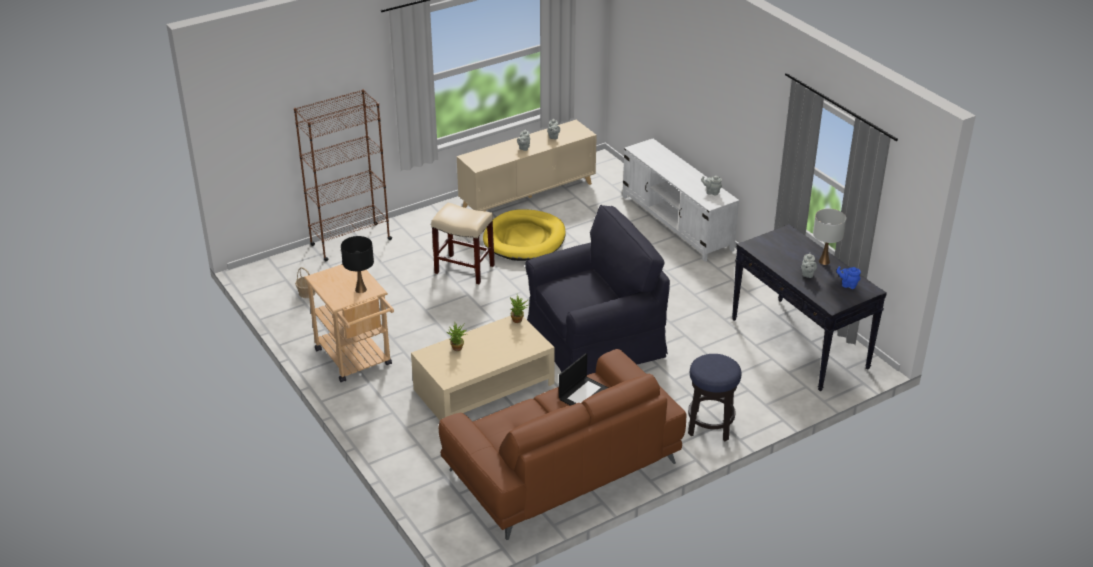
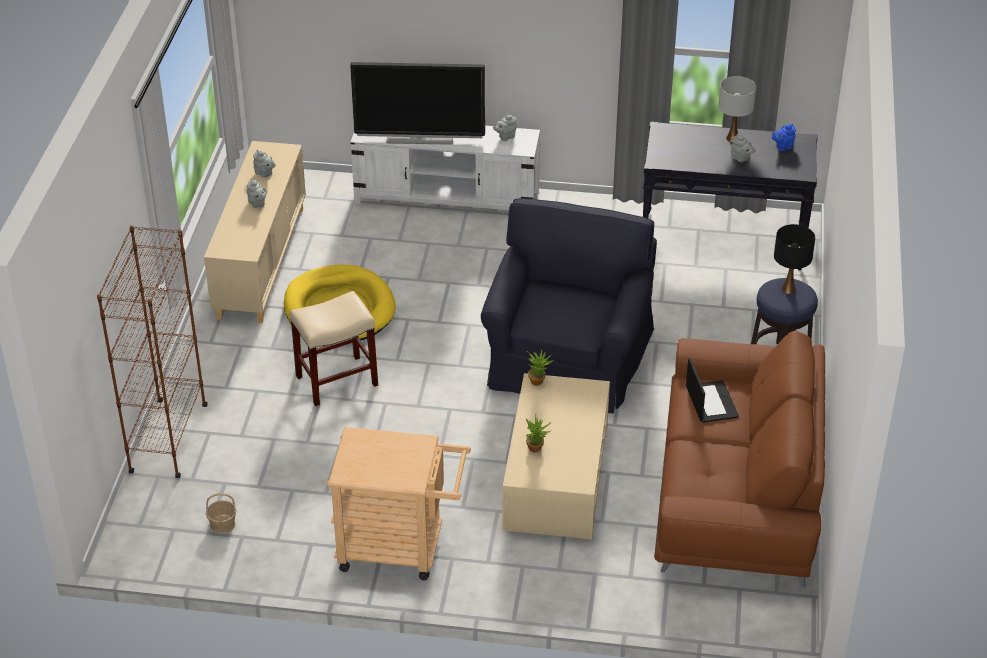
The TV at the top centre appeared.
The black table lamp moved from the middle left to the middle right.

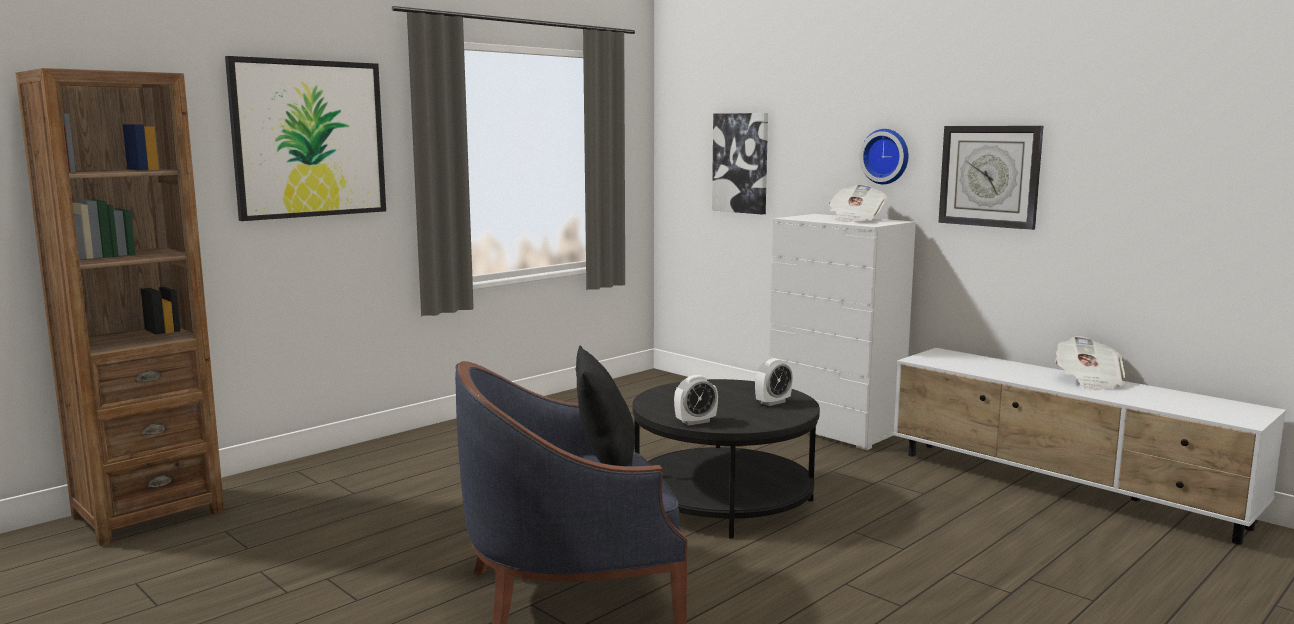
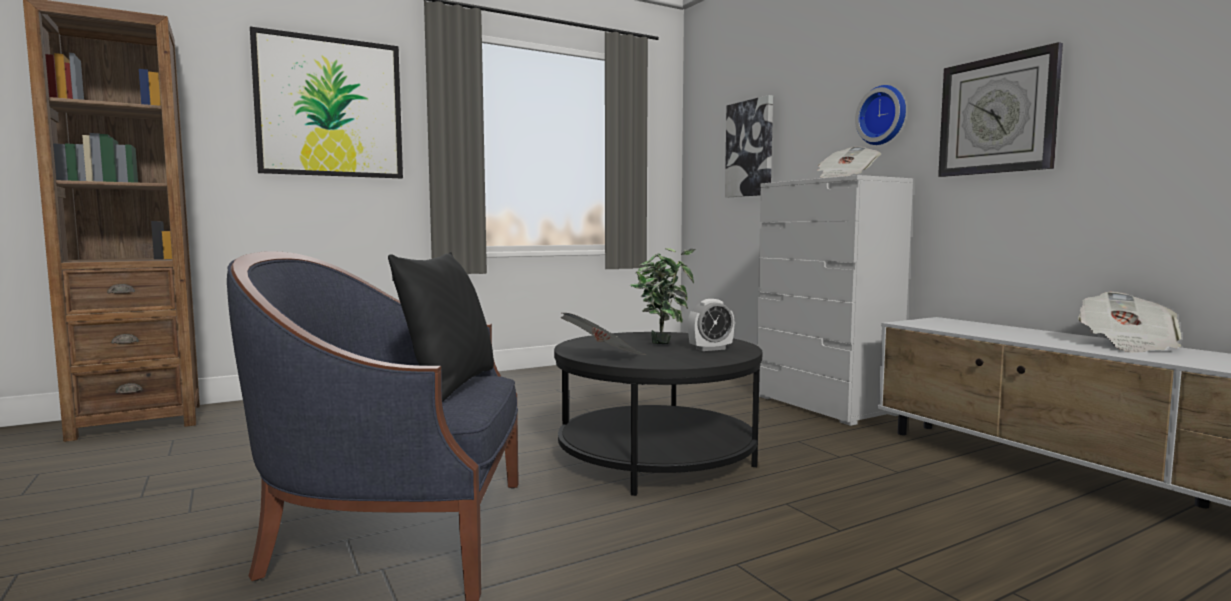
The plant in a pot at the centre appeared.
The table clock (no. 1 from left) at the centre was replaced by the printed paper (no. 1 from left) at the centre.

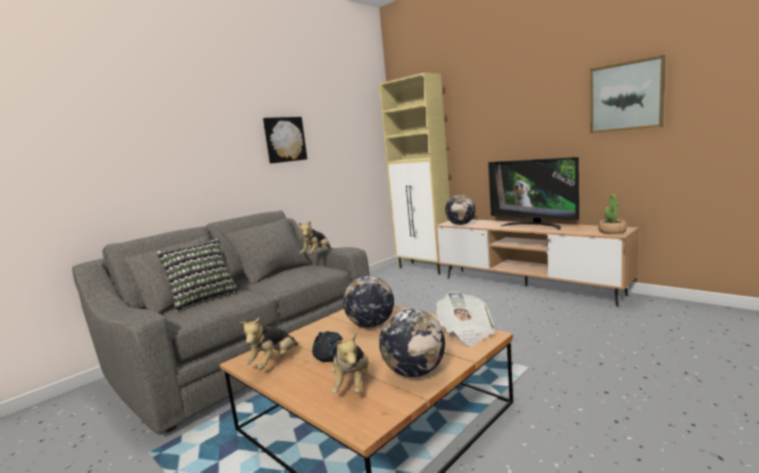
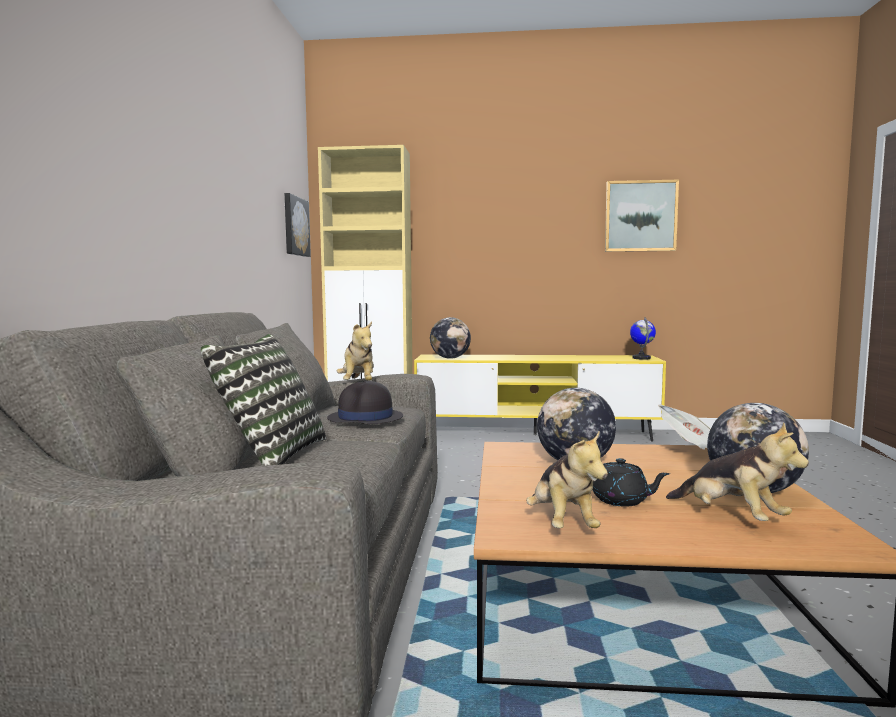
The TV at the middle right disappeared.
The black clothing hat at the centre appeared.
The wall art (no. 1 from left) moved from the top centre to the top left.
The plant in a pot at the middle right was replaced by the world globe (no. 3 from left) at the middle right.
The brown-coloured media console at the middle right became the yellow-coloured media console at the centre.

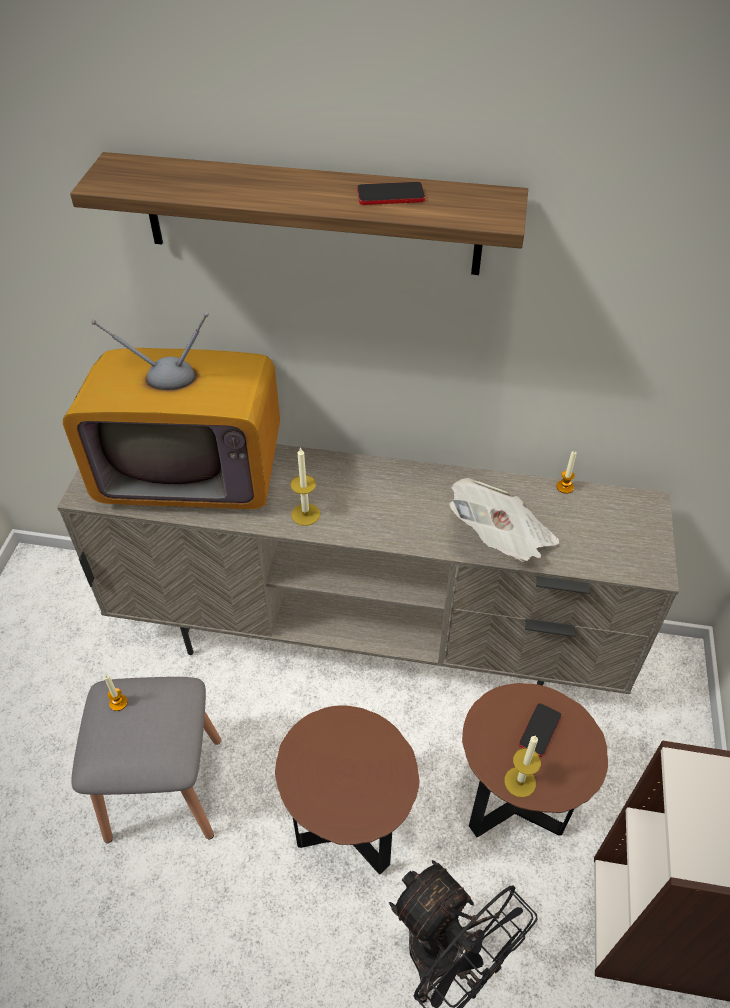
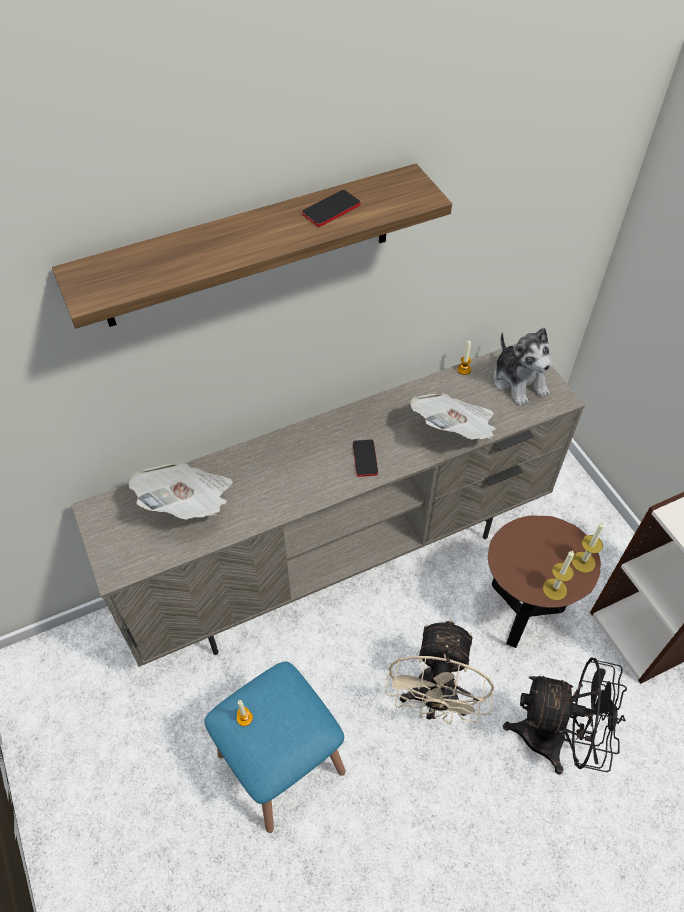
The plush toy at the middle right appeared.
The wax candle (no. 2 from left in the first image) moved from the centre to the middle right.
The phone (no. 2 from left) moved from the bottom right to the centre.
The TV at the middle left was replaced by the printed paper (no. 1 from left) at the middle left.
The brown-coloured end table (no. 1 from left) at the bottom centre was replaced by the beige-coloured electric fan at the bottom centre.
The grey sitting stool at the bottom left became the blue sitting stool at the bottom centre.

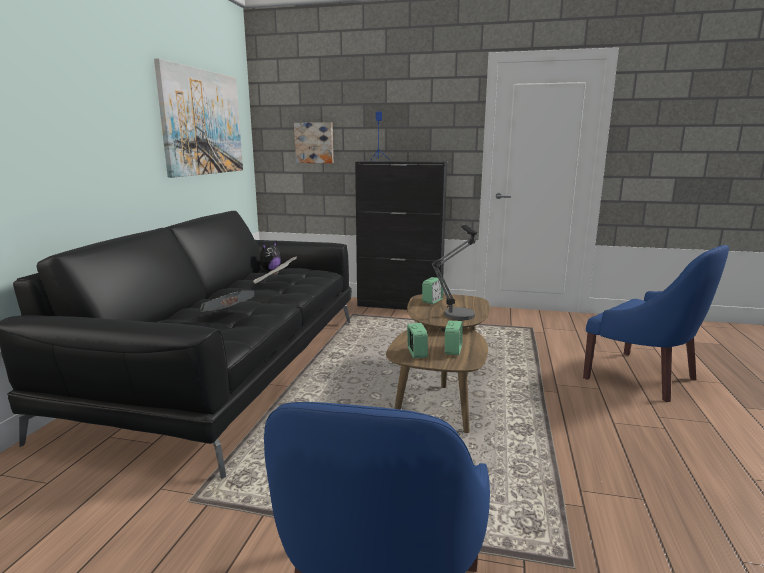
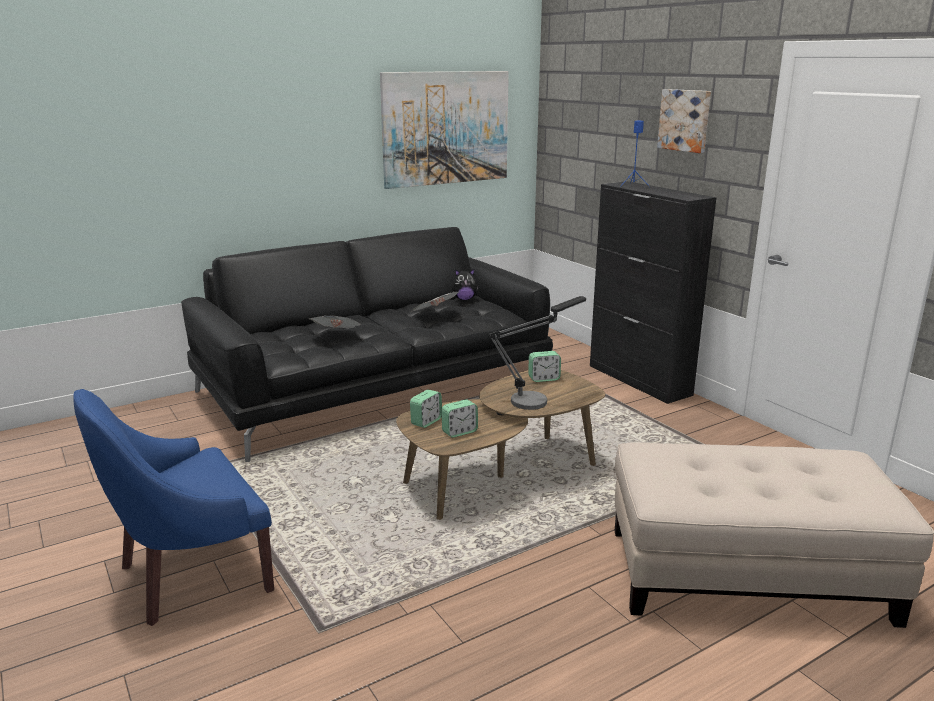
The wall art (no. 2 from left) moved from the top centre to the top right.
The blue lounge chair (no. 2 from left) at the middle right was replaced by the beige-coloured pouffe at the bottom right.

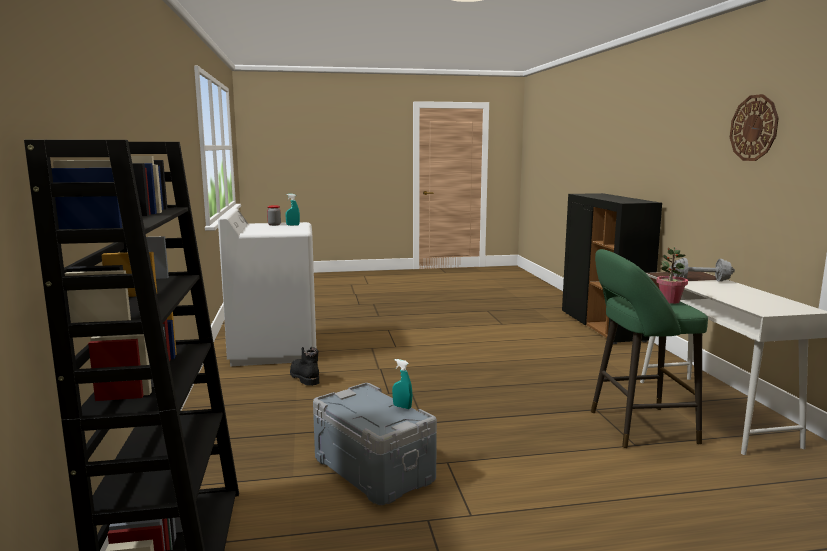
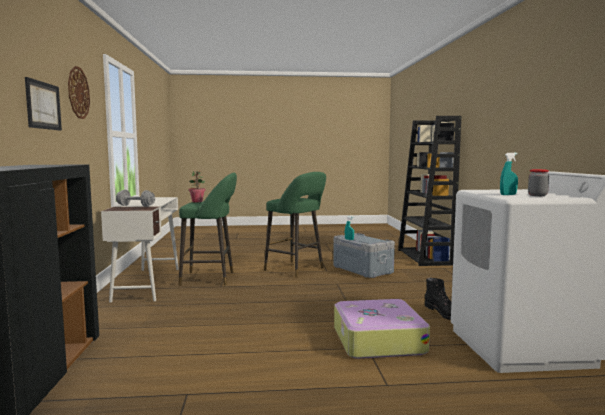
The wall art at the top left appeared.
The green sitting stool (no. 2 from left) at the centre appeared.
The suitcase at the bottom centre appeared.

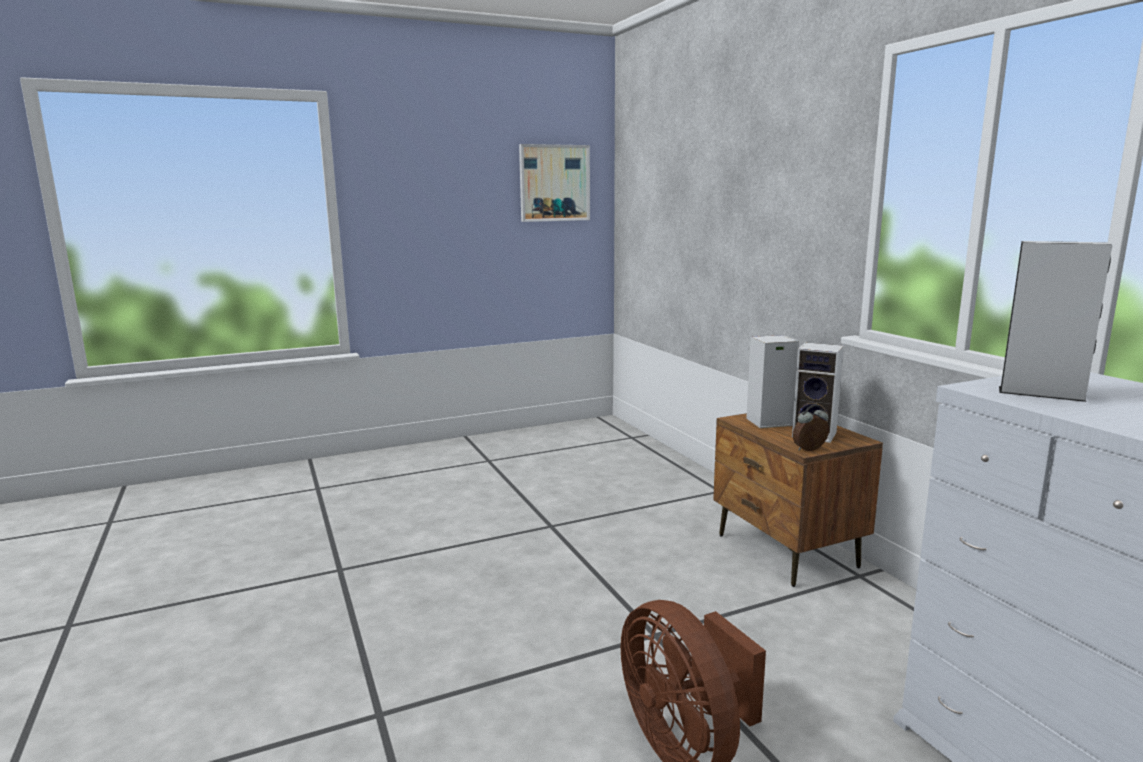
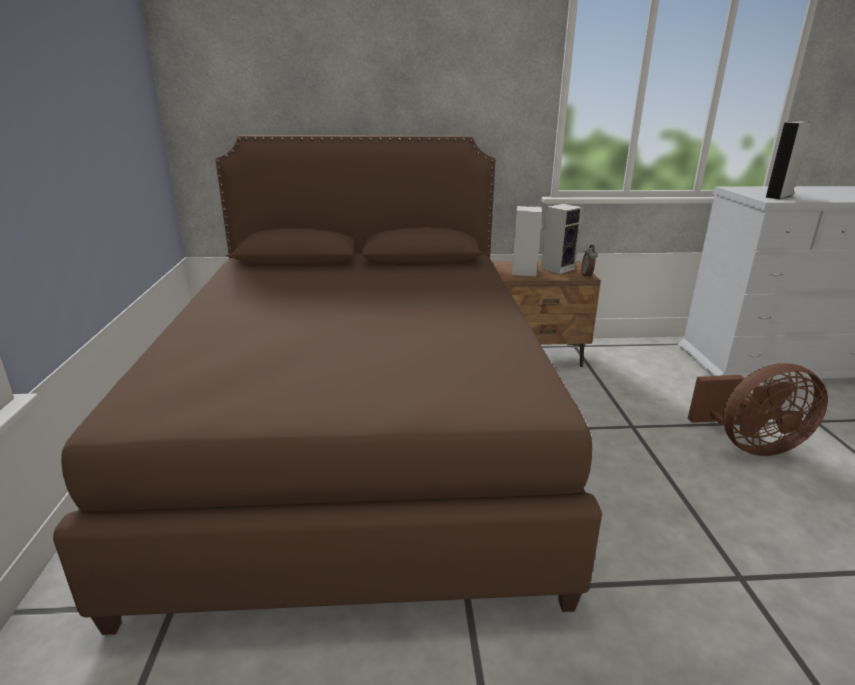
The wall art at the top centre disappeared.
The brown-coloured bedroom bed at the centre appeared.

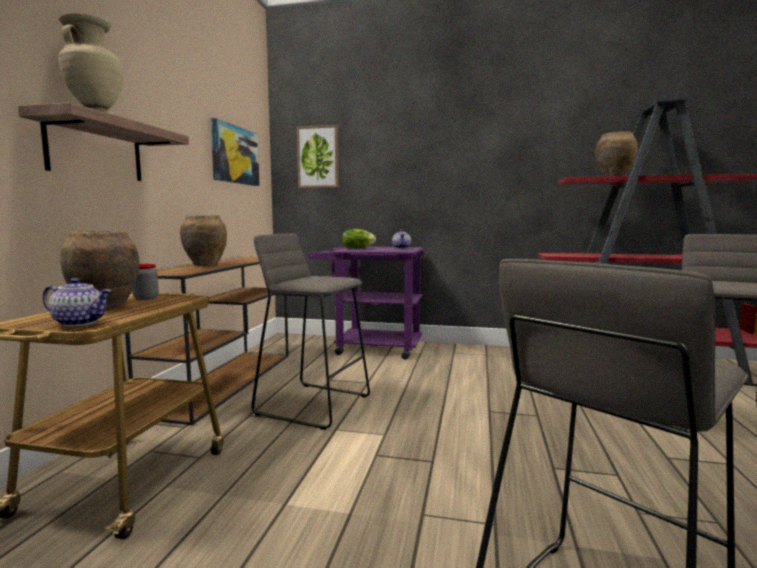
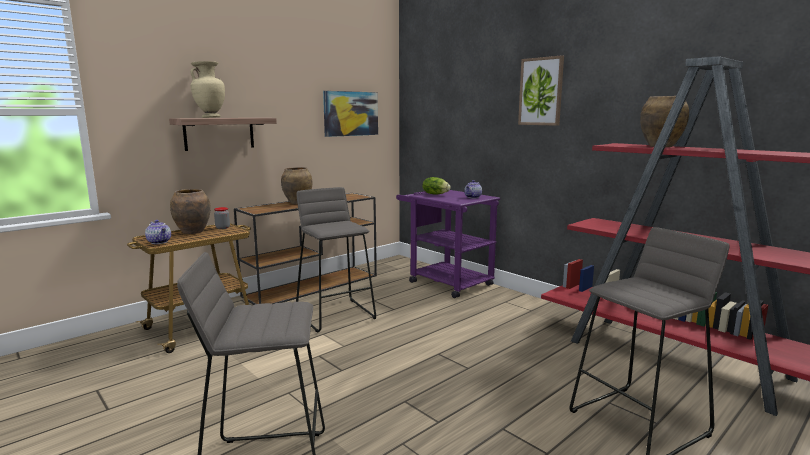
The wall art (no. 2 from left) moved from the top centre to the top right.

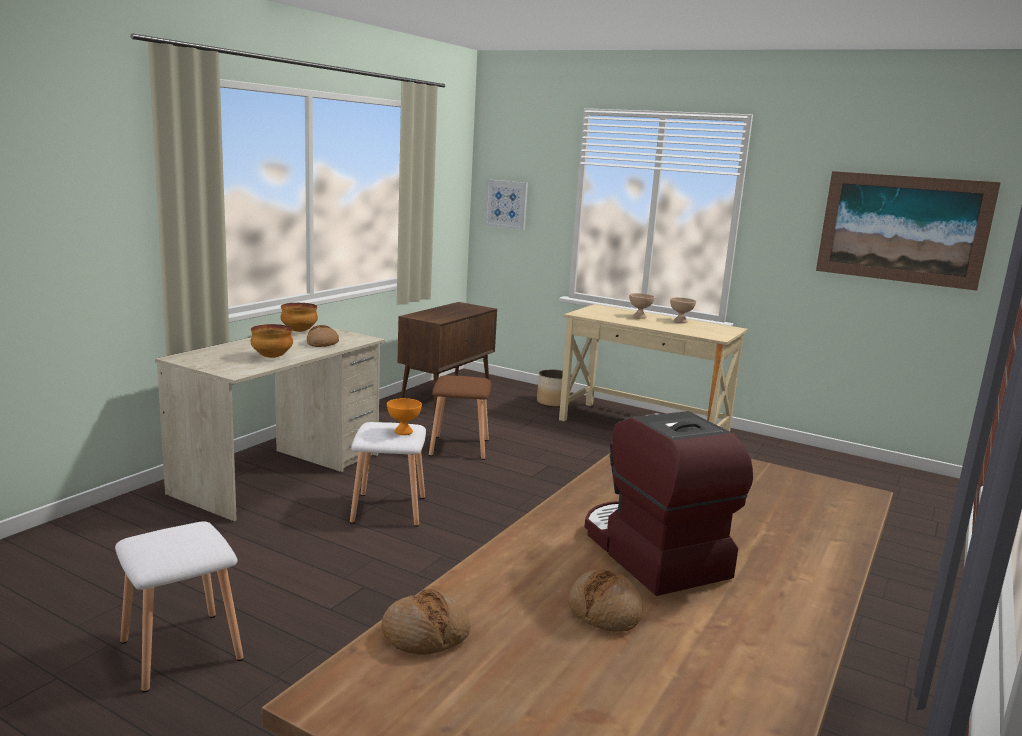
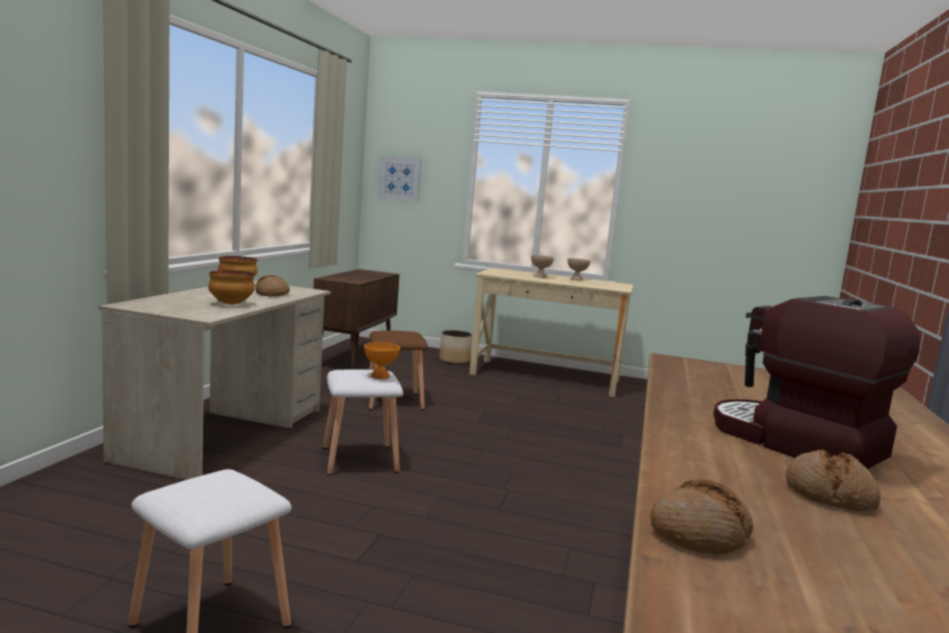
The wall art (no. 2 from left) at the top right disappeared.

